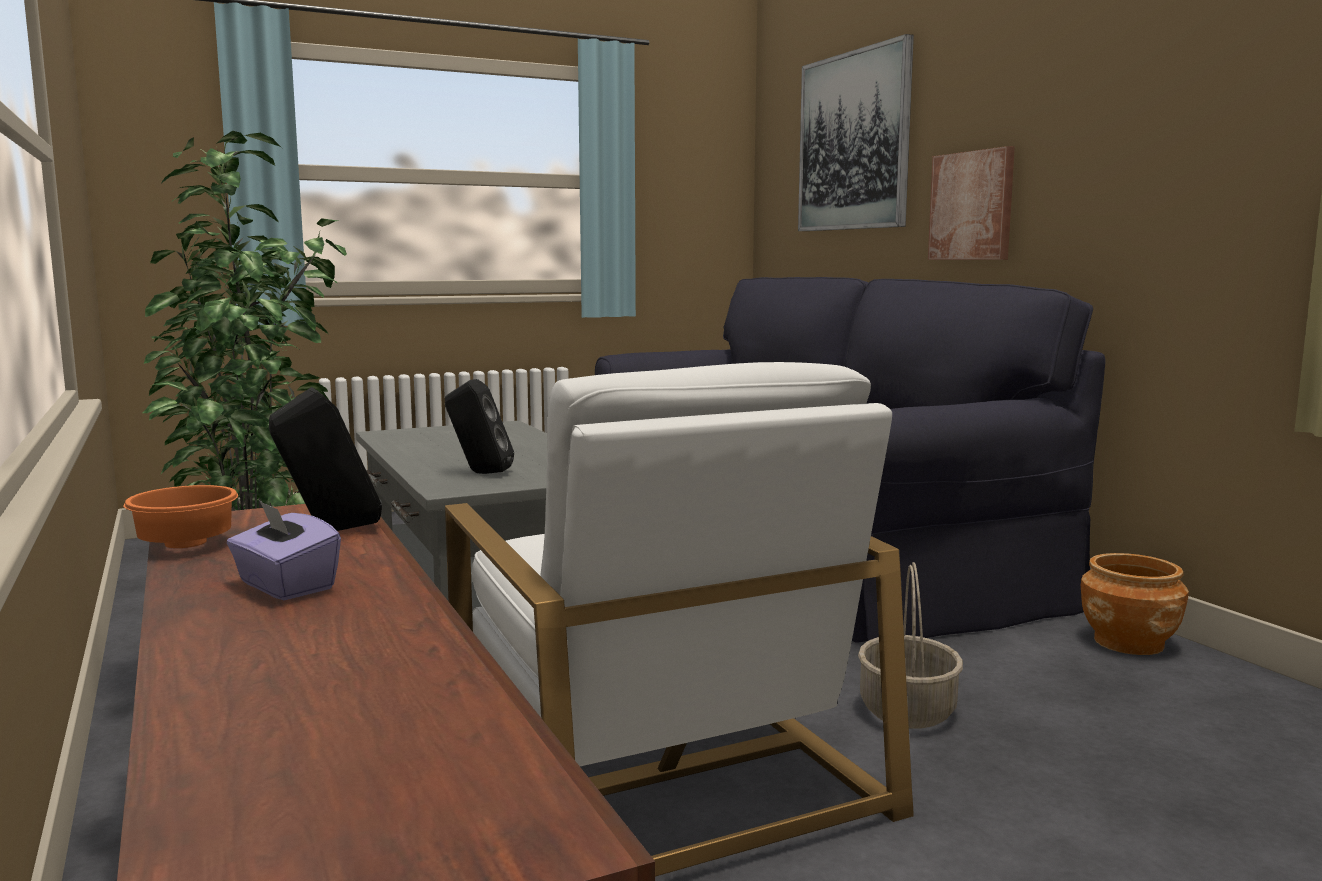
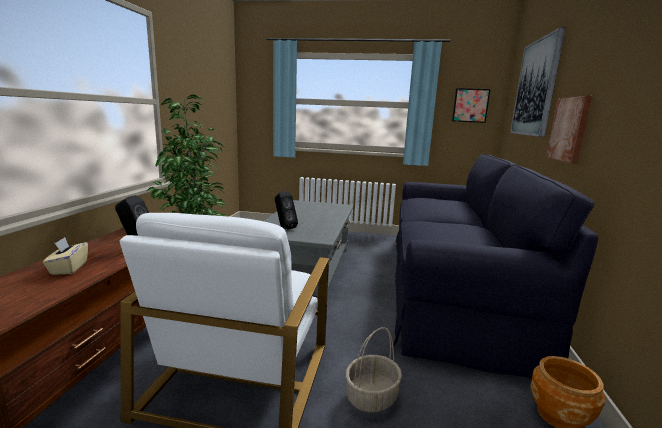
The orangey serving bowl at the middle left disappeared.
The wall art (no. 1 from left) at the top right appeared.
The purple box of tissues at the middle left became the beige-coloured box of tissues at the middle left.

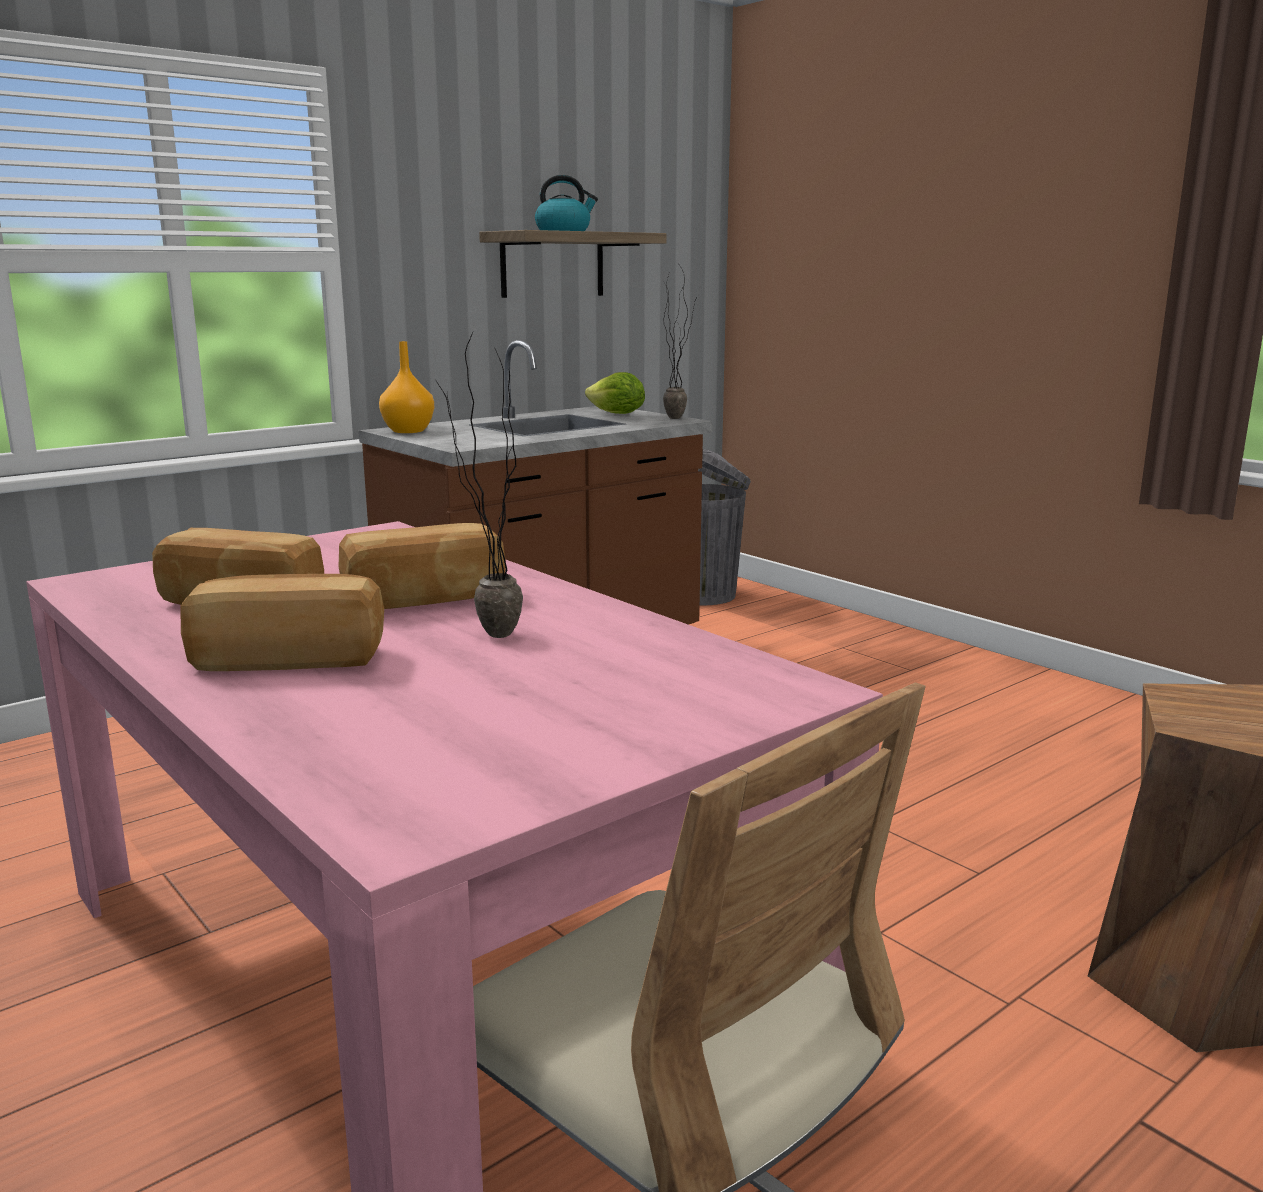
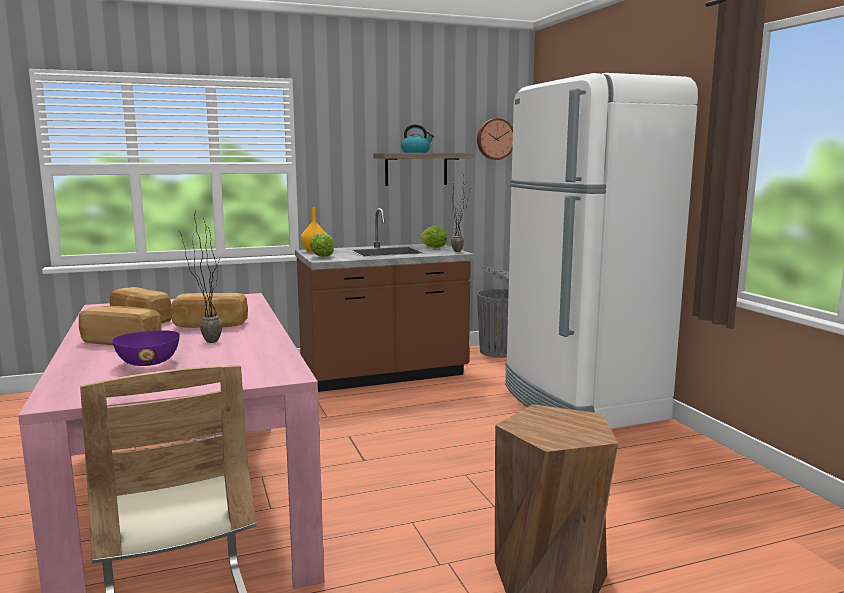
The purple serving bowl at the middle left appeared.
The head of lettuce (no. 1 from left) at the centre appeared.
The clock on the wall at the top centre appeared.
The white refrigerator at the middle right appeared.

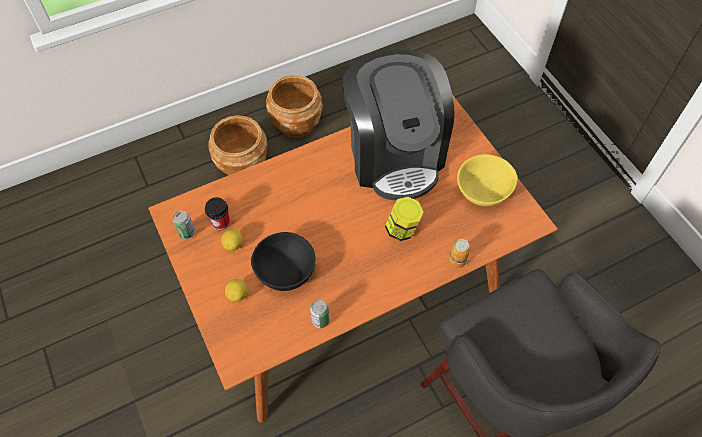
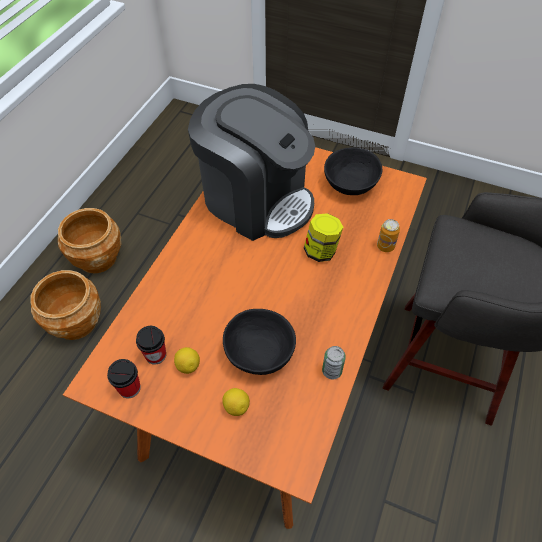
The can (no. 1 from left) at the middle left was replaced by the cup (no. 1 from left) at the bottom left.
The yellow-coloured serving bowl at the middle right became the black serving bowl (no. 2 from left) at the top centre.

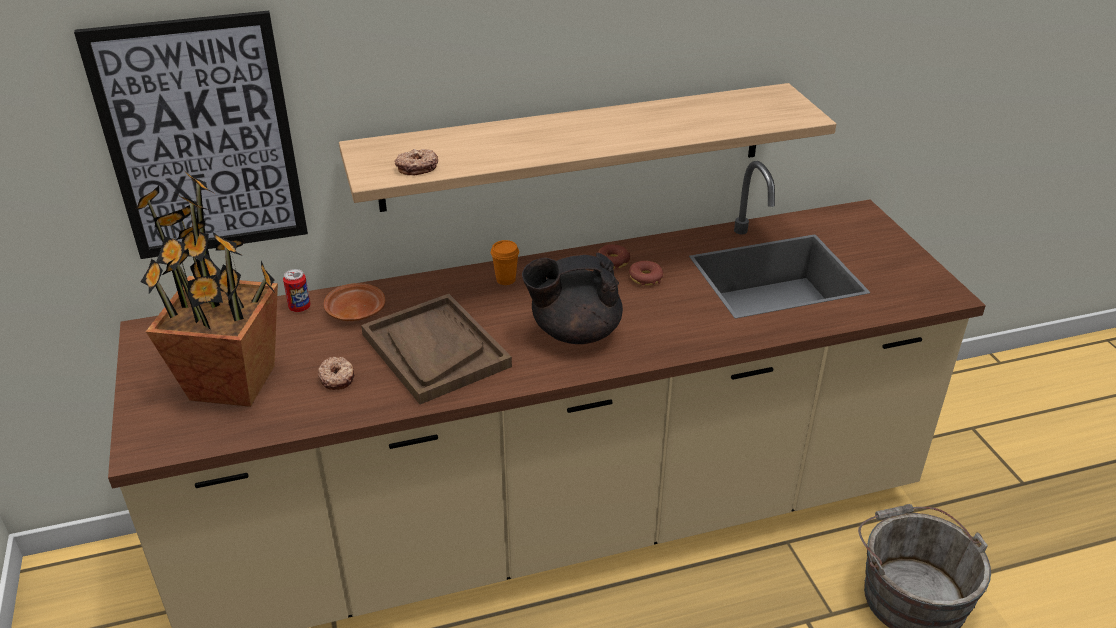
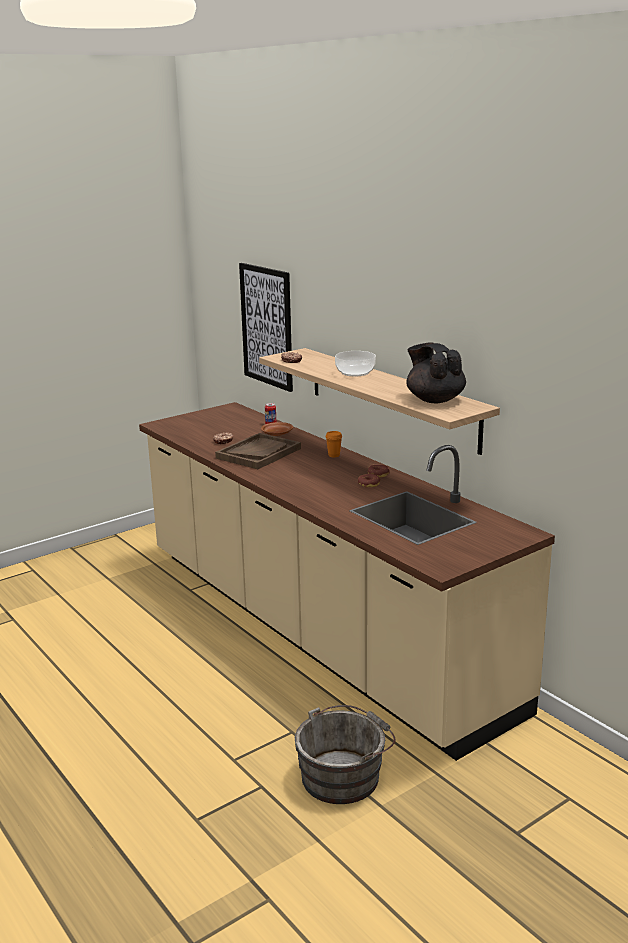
The plant in a pot at the middle left disappeared.
The serving bowl at the centre appeared.
The black tea pot moved from the centre to the middle right.

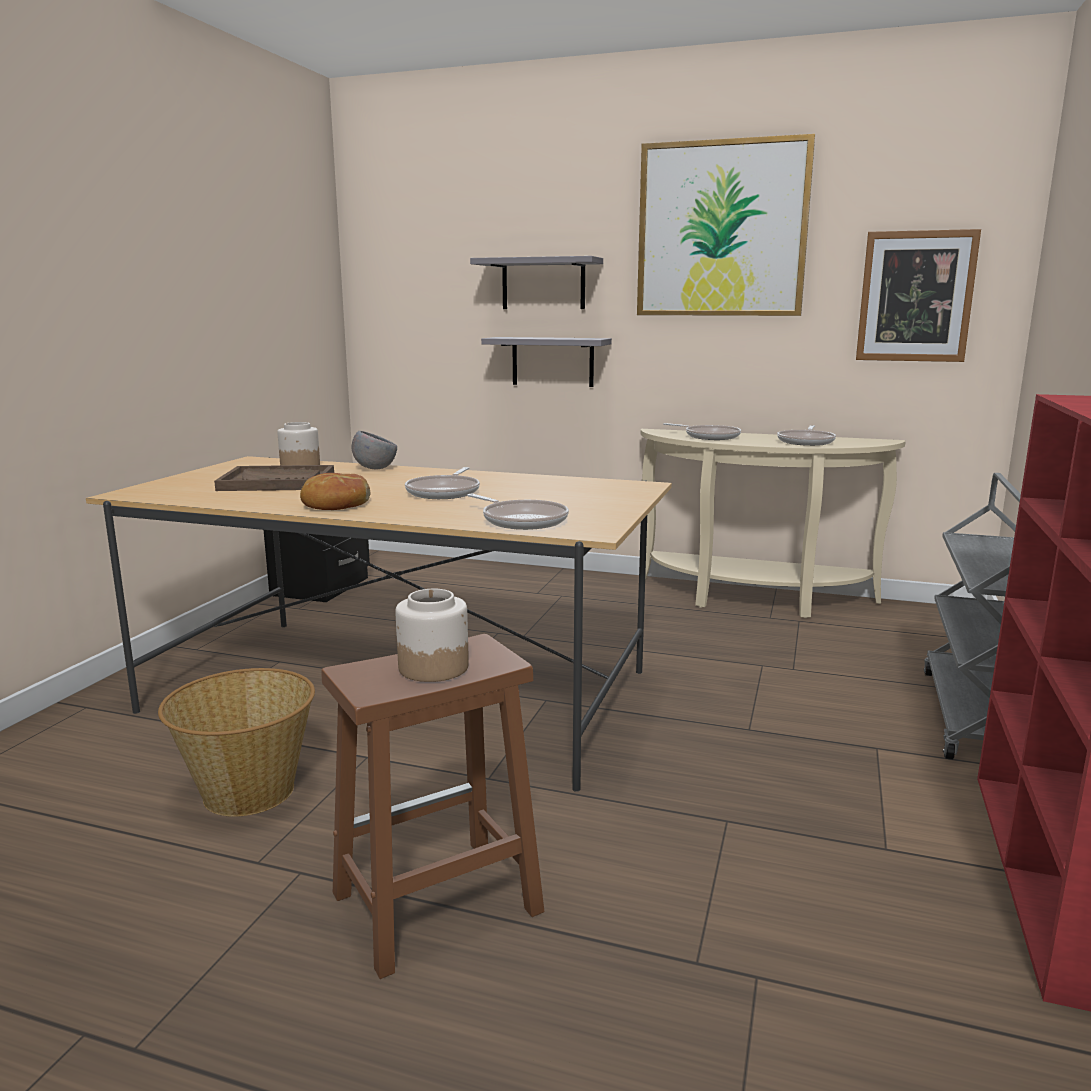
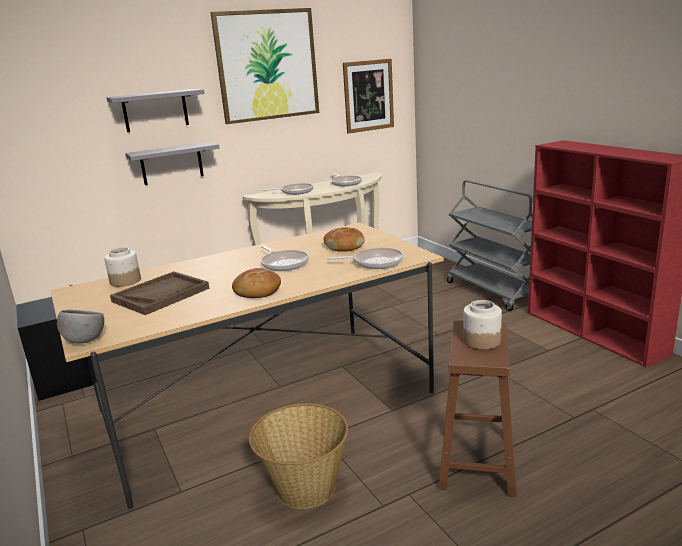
The bread (no. 2 from left) at the centre appeared.
The grey serving bowl moved from the centre to the middle left.

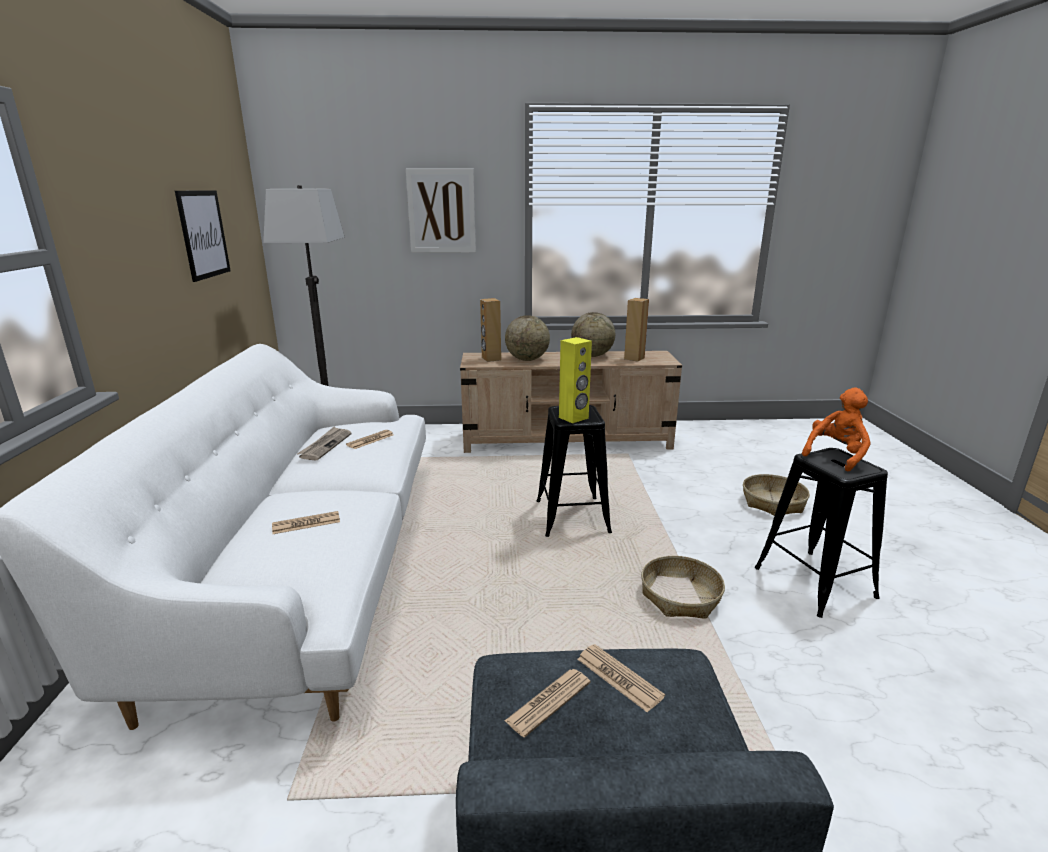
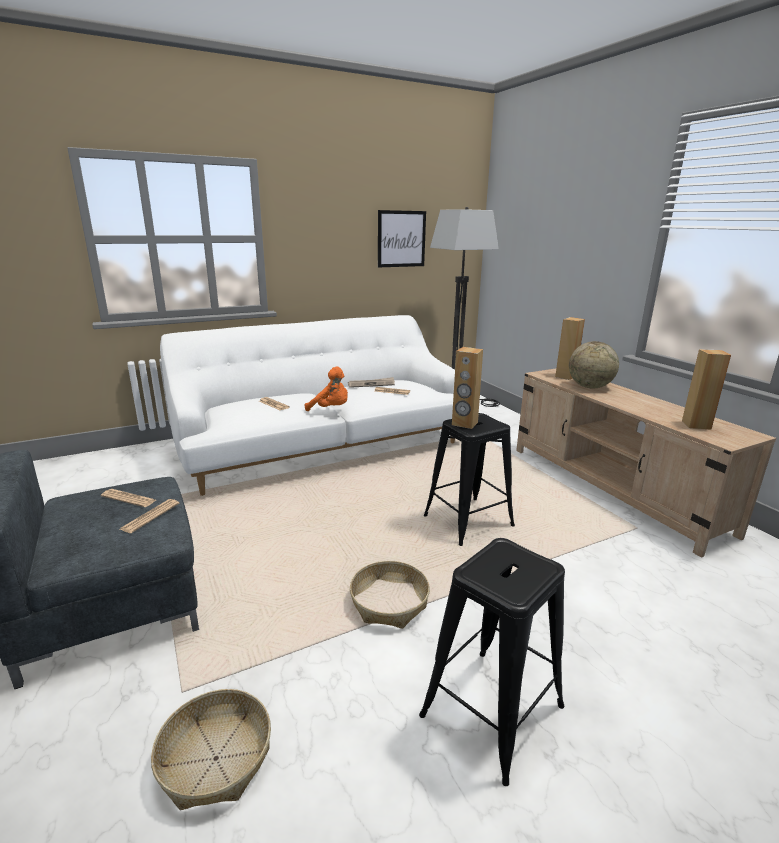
The wall art (no. 2 from left) at the top centre disappeared.
The world globe (no. 2 from left) at the centre disappeared.
The household basket (no. 2 from left in the first image) moved from the middle right to the bottom left.
The orangey plush toy moved from the middle right to the centre.
The yellow-coloured speaker at the centre became the brown-coloured speaker (no. 1 from left) at the centre.

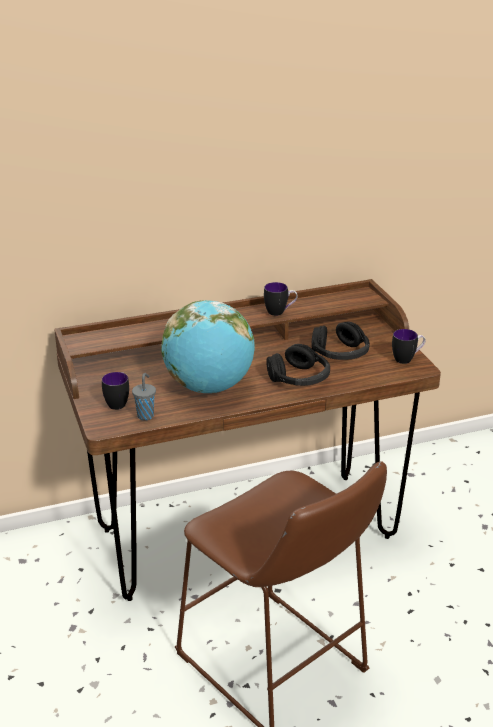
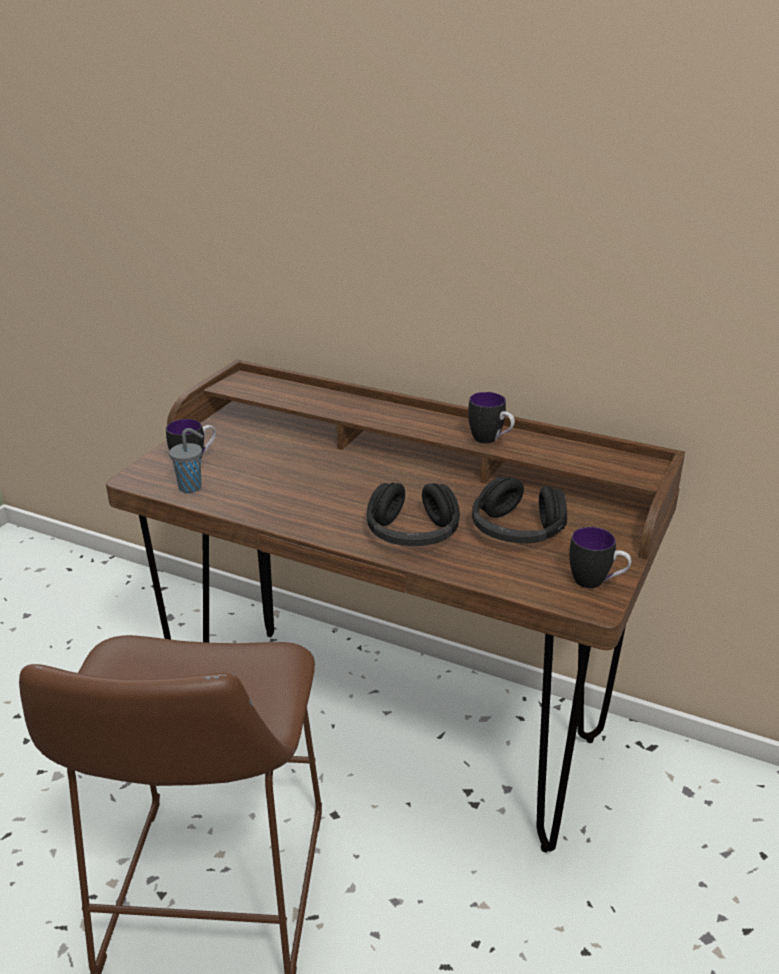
The world globe at the centre disappeared.

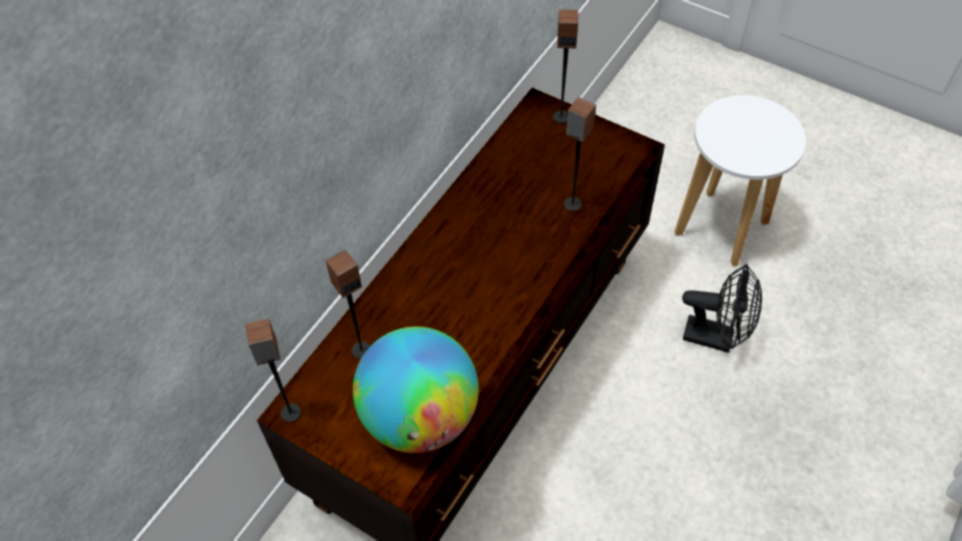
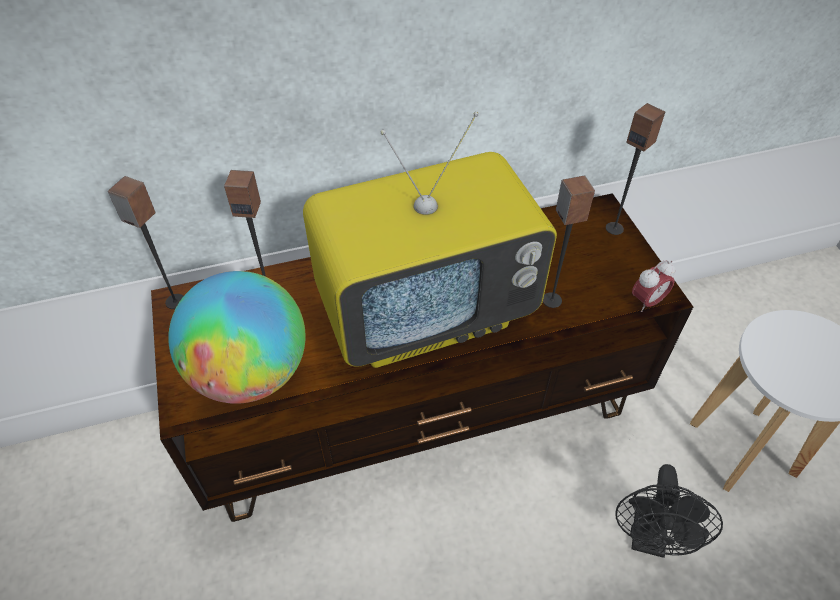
The TV at the centre appeared.
The table clock at the middle right appeared.
The black electric fan at the middle right turned 45 degrees clockwise.

